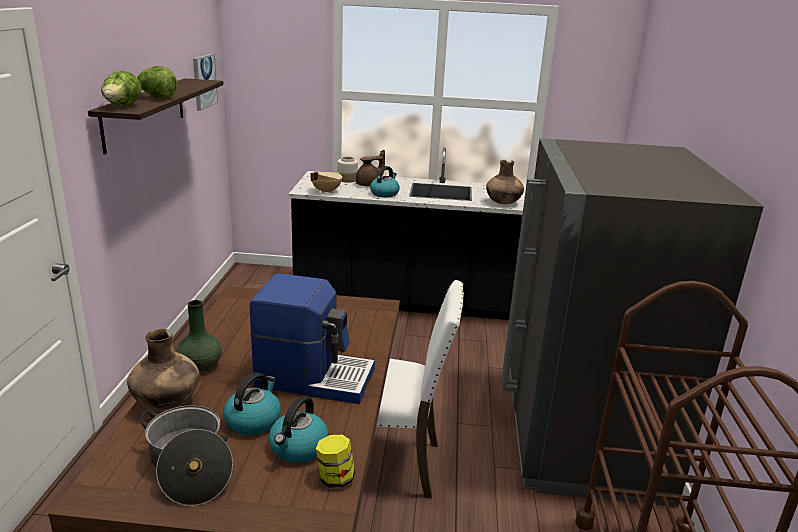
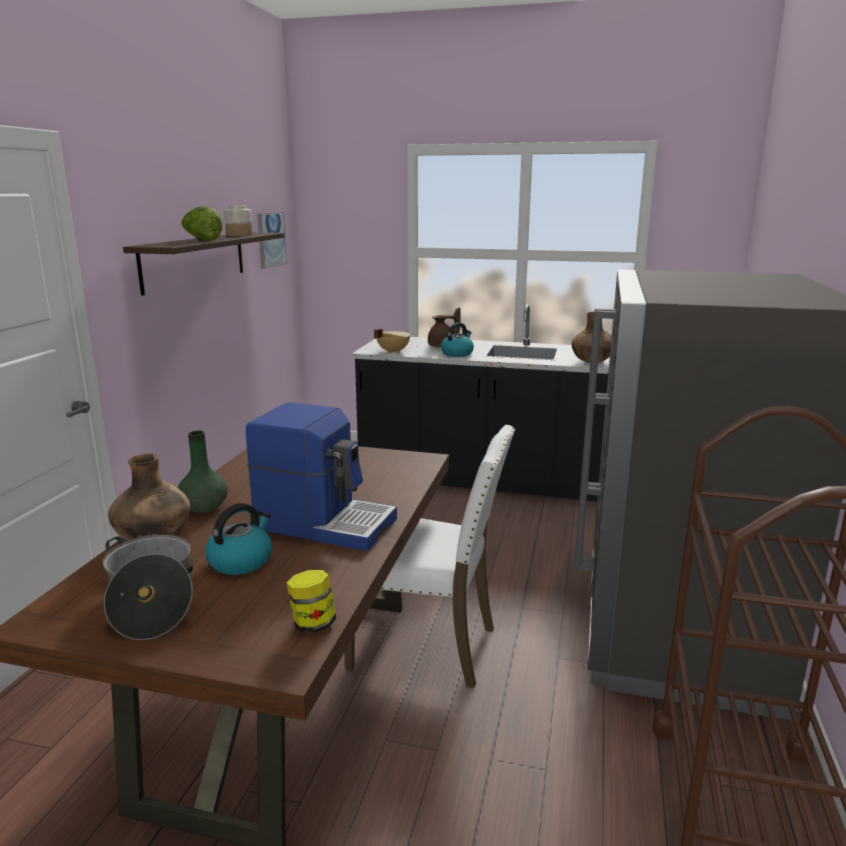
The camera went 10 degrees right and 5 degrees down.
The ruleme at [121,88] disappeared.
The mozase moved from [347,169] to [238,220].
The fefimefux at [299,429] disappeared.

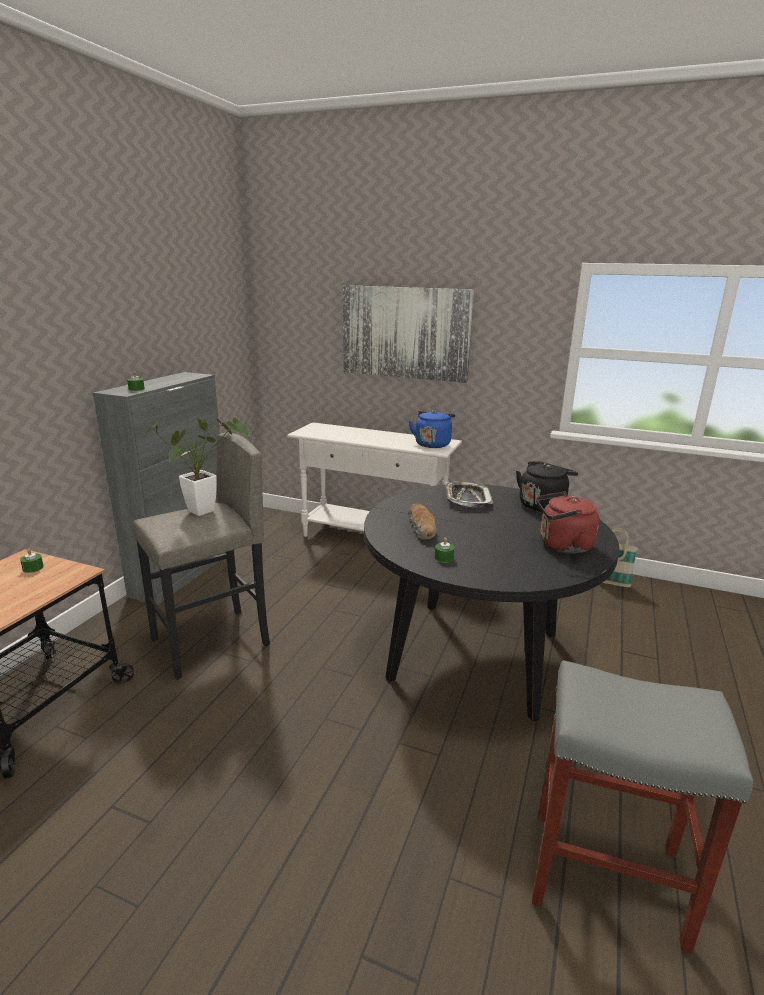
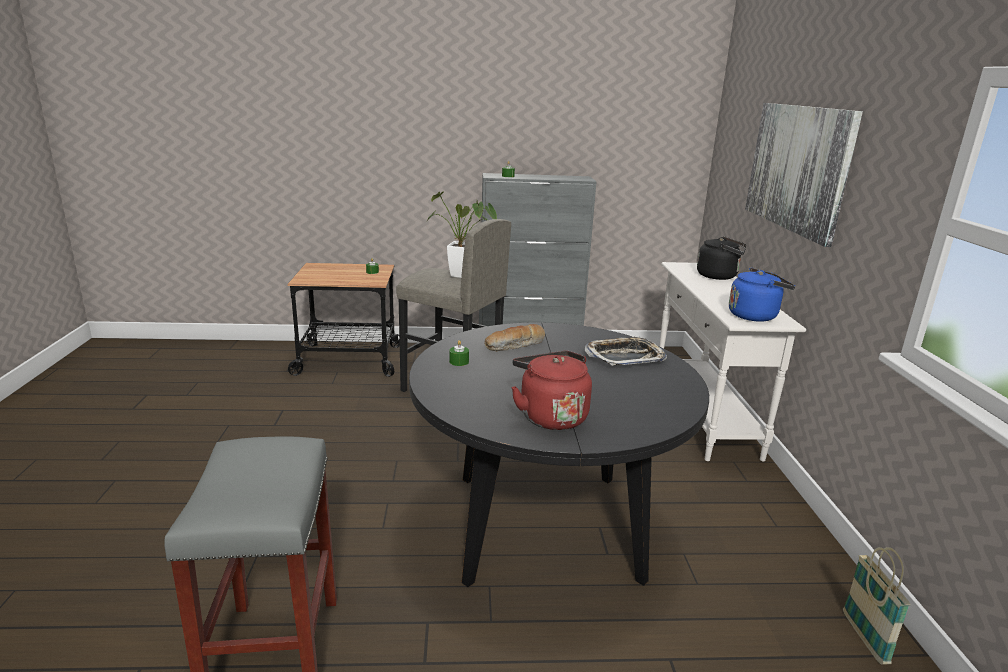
The camera went 65 degrees right and 0 degrees up.
The black_fefimefux moved from [547,486] to [721,258].

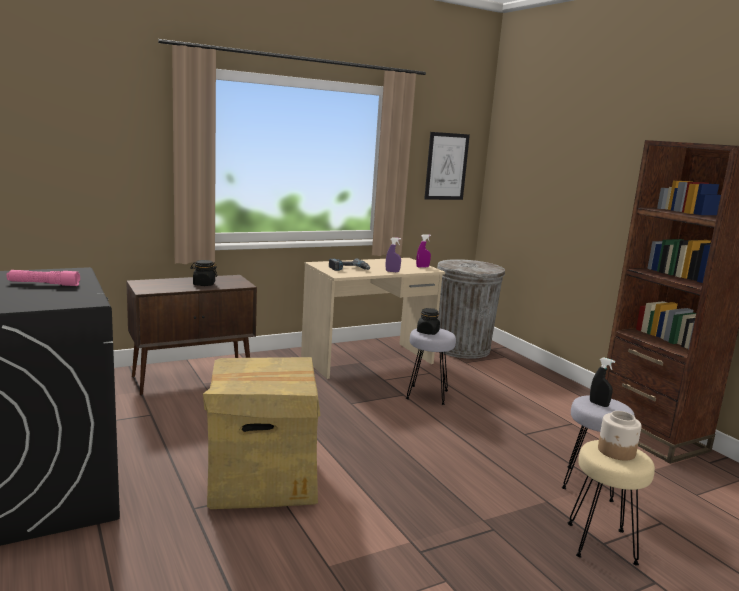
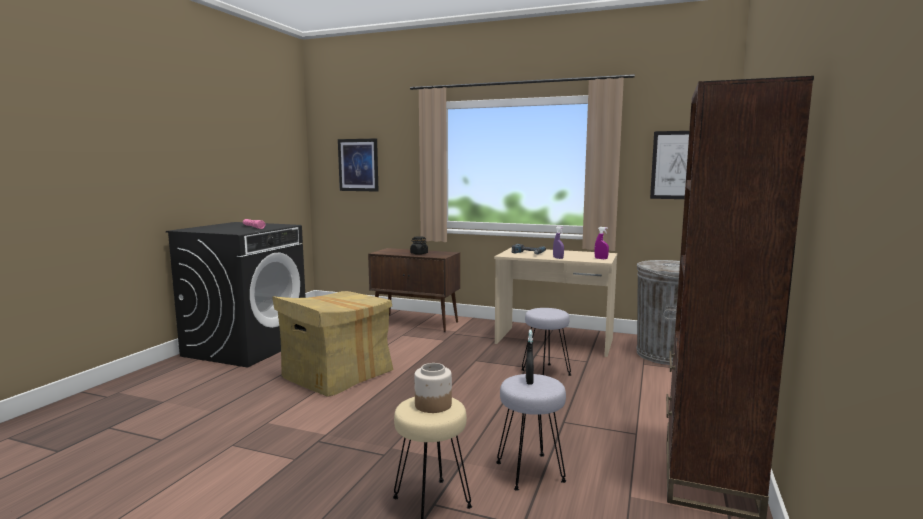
The camera went 50 degrees right and 5 degrees down.
The black_mozase at [428,321] disappeared.
The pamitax at [358,165] appeared.

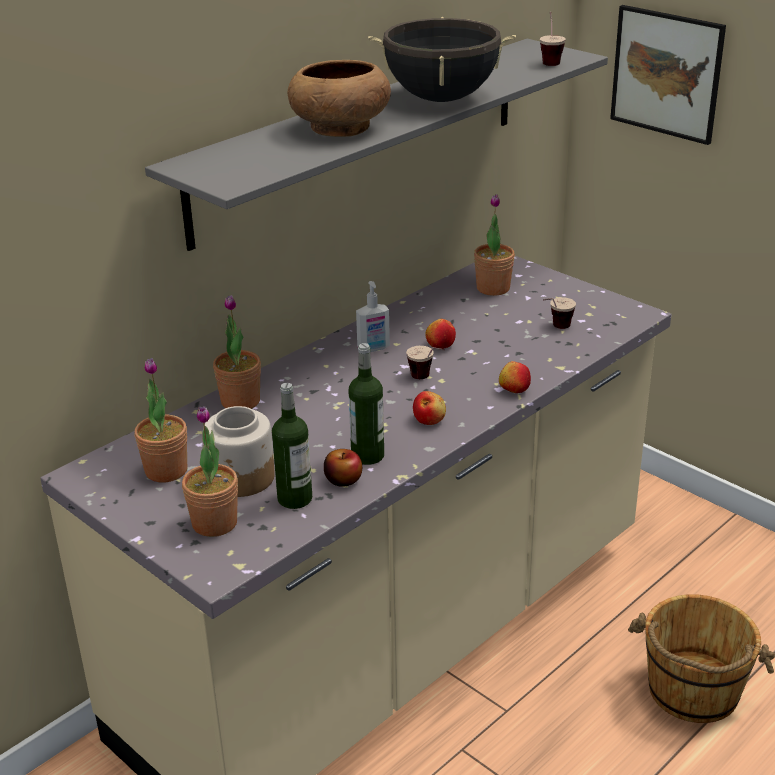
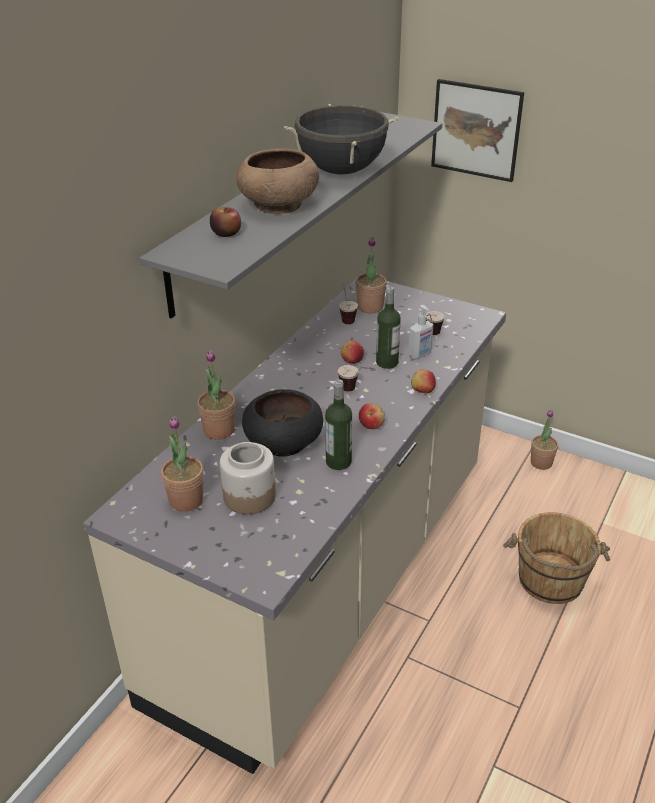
The camera went 15 degrees left and 5 degrees up.
The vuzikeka moved from [553,39] to [348,303].
The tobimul moved from [373,316] to [420,332].
The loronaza moved from [292,446] to [388,328].
The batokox moved from [210,471] to [544,440].
The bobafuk moved from [343,468] to [225,222].
The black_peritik at [282,423] appeared.

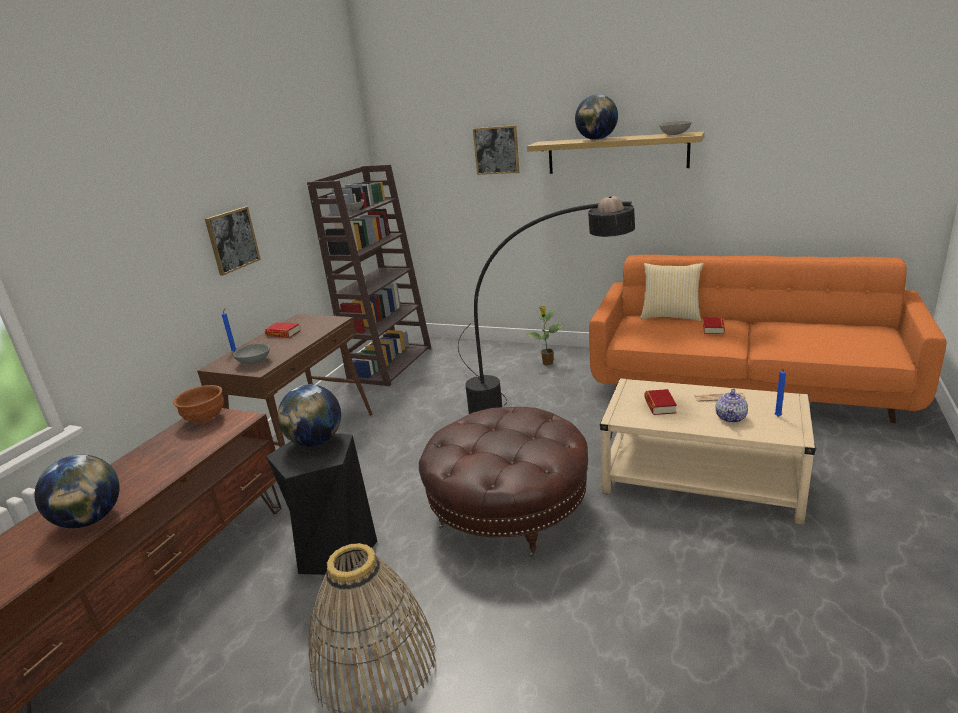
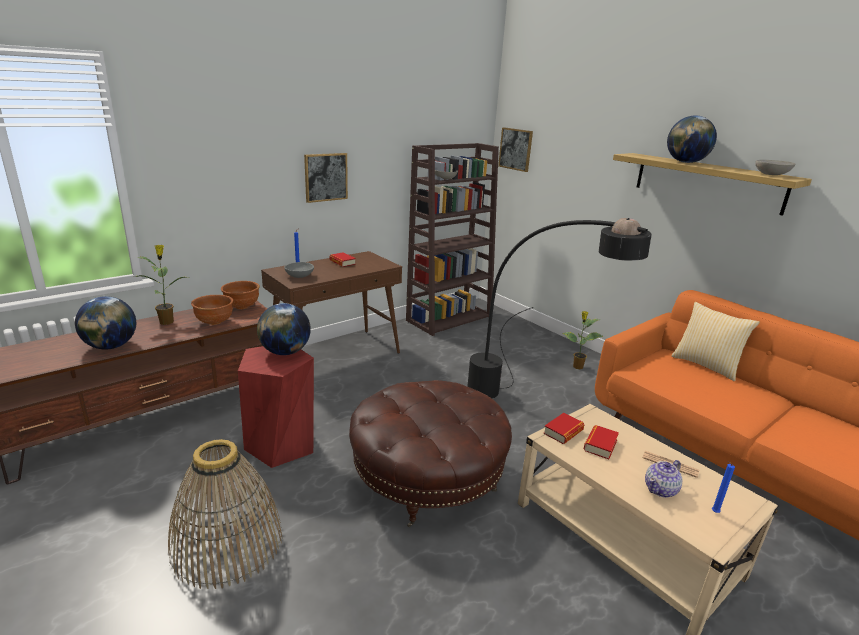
The camera went 25 degrees right and 0 degrees up.
The pamitax moved from [496,150] to [515,149].
The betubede moved from [714,325] to [564,428].
The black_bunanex at [322,504] became the red_bunanex at [276,407].
The batokox at [160,285] appeared.
The brown_peritik at [212,310] appeared.

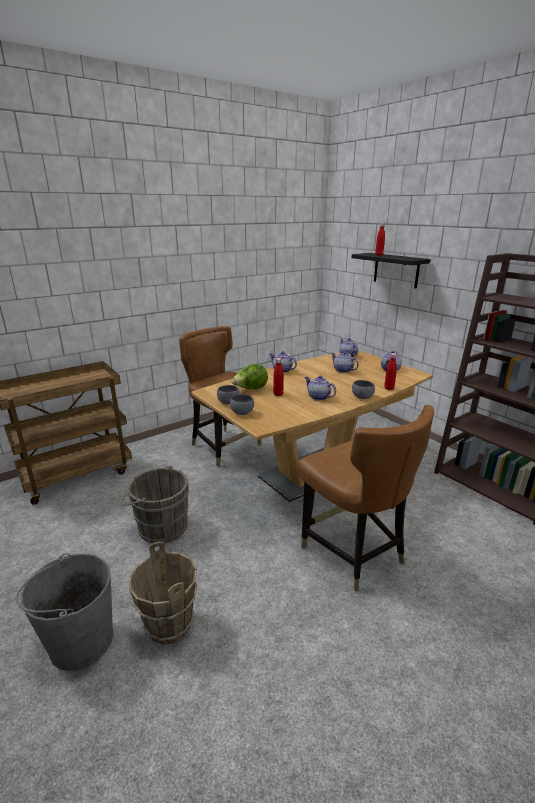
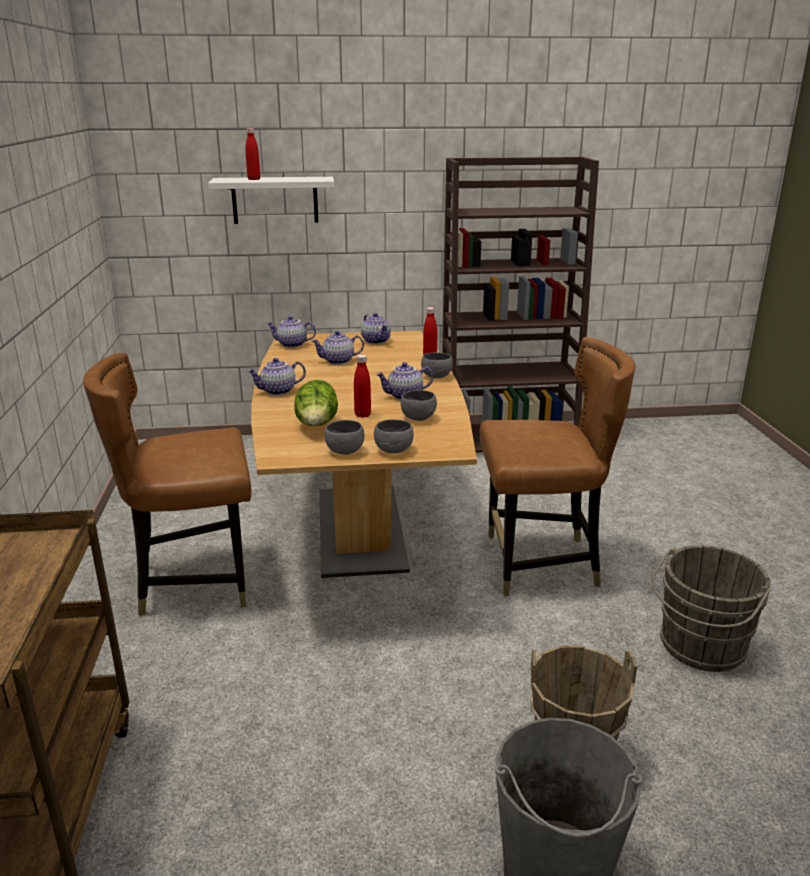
The camera went 60 degrees left and 0 degrees up.
The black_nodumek at [391,270] became the white_nodumek at [271,200].
The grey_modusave moved from [155,504] to [711,608].
The grey_peritik at [419,405] appeared.

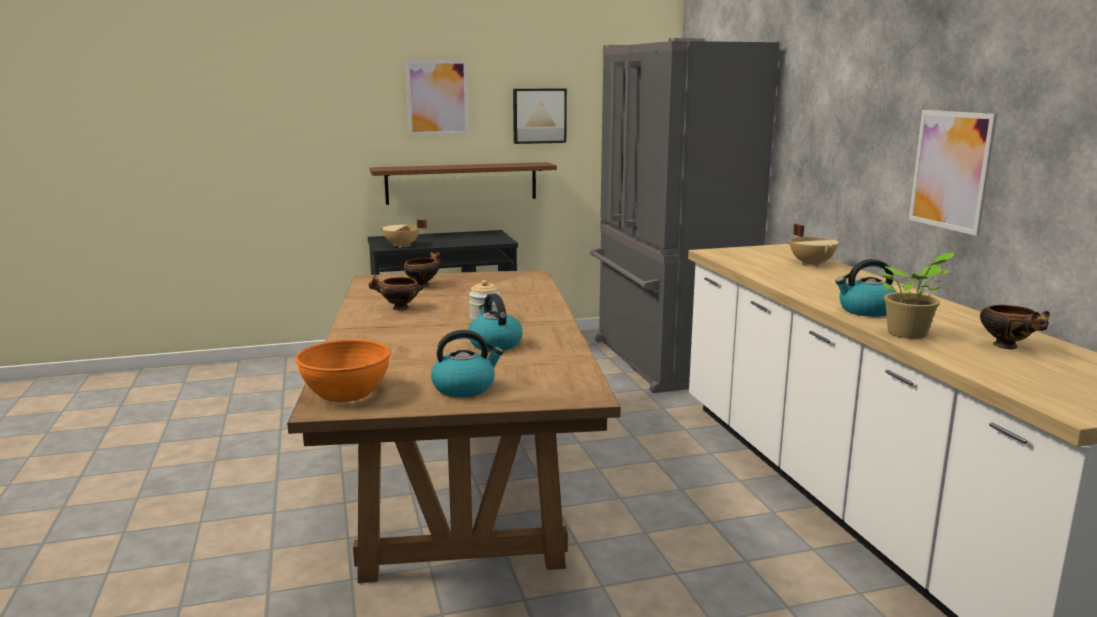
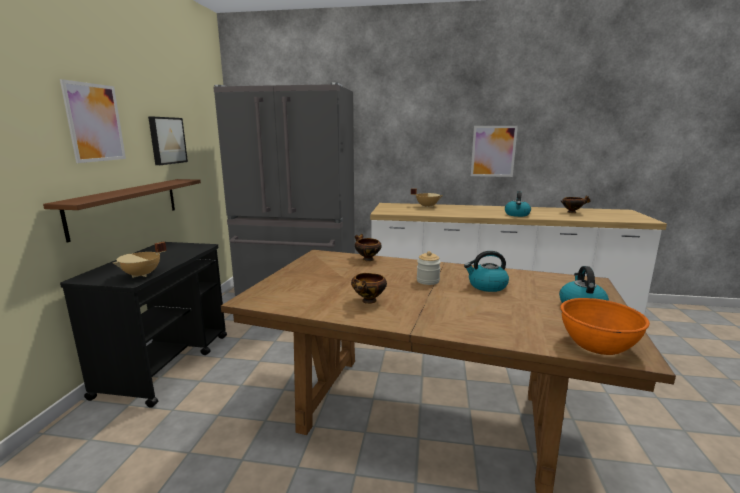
The camera went 65 degrees left and 0 degrees up.
The peritik moved from [421,269] to [368,247].
The batokox at [916,295] disappeared.

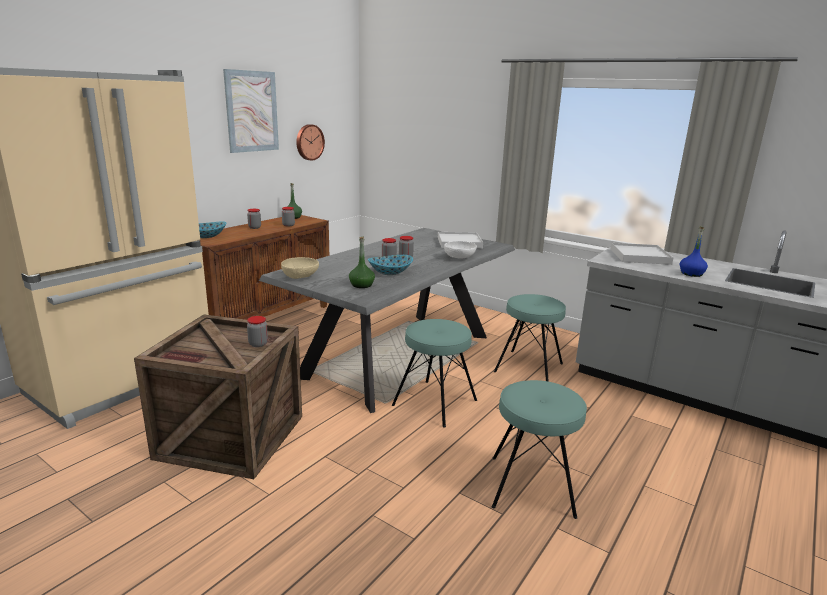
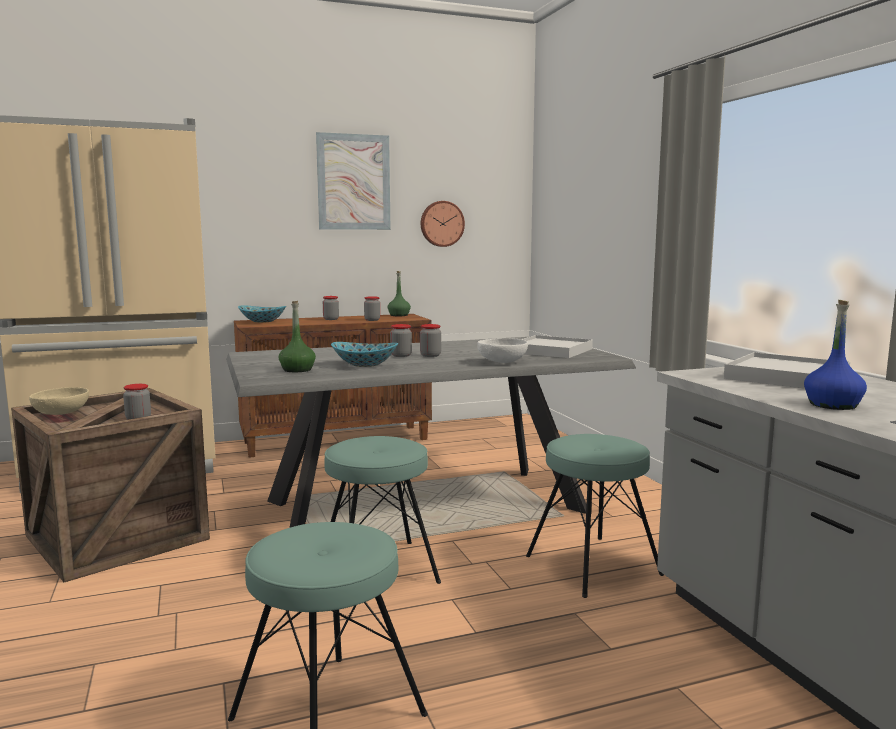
The camera went 35 degrees right and 10 degrees down.
The beige_peritik moved from [300,268] to [59,401].

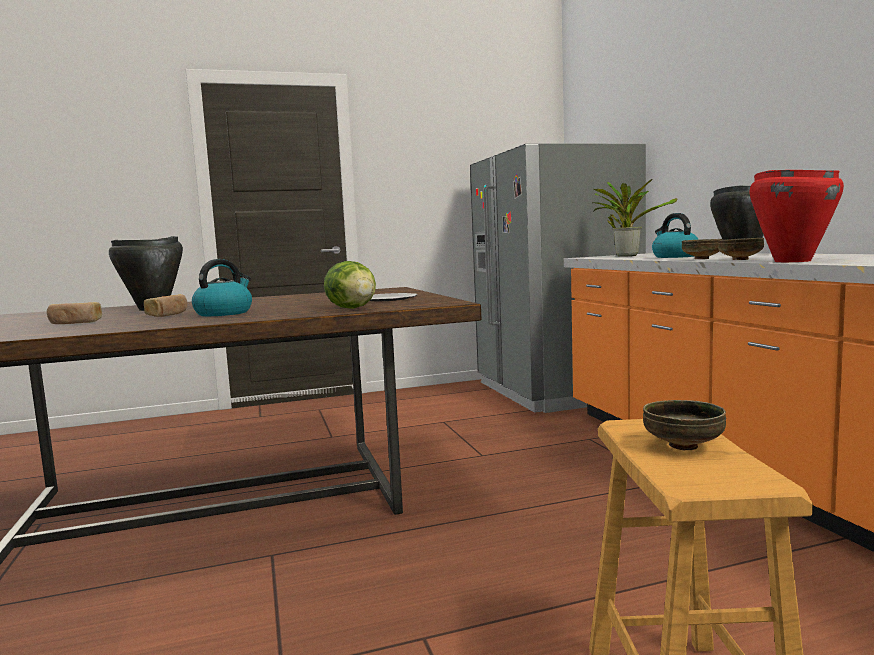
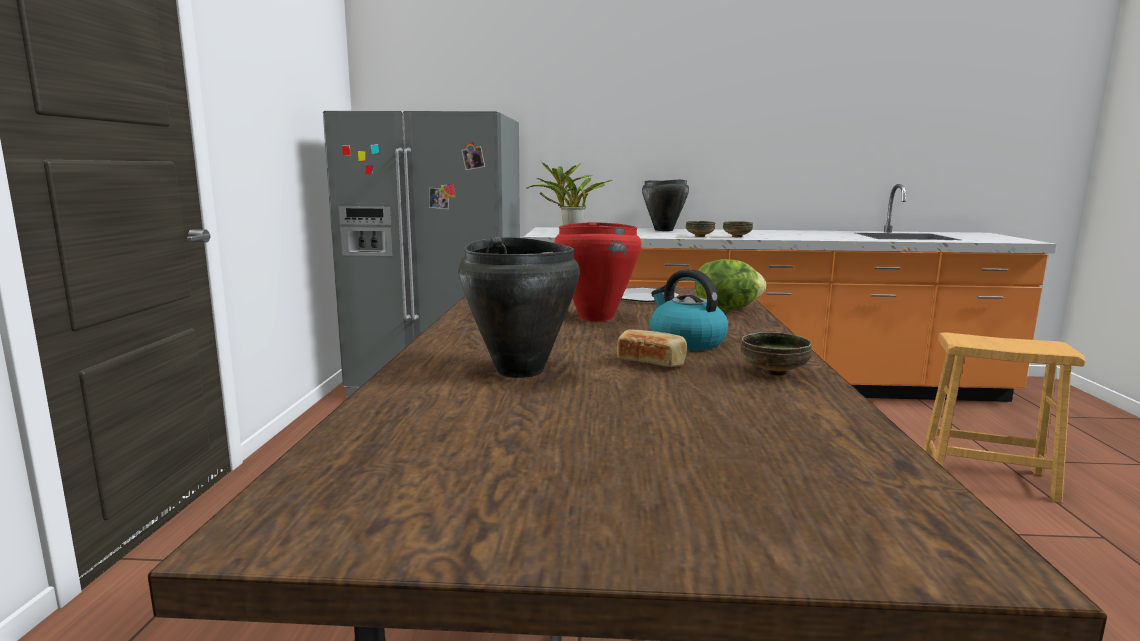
The camera went 70 degrees left and 5 degrees up.
The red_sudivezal moved from [797,216] to [597,271].
The fefimefux at [675,235] disappeared.
The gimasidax at [74,313] disappeared.
The peritik moved from [684,425] to [776,354].

